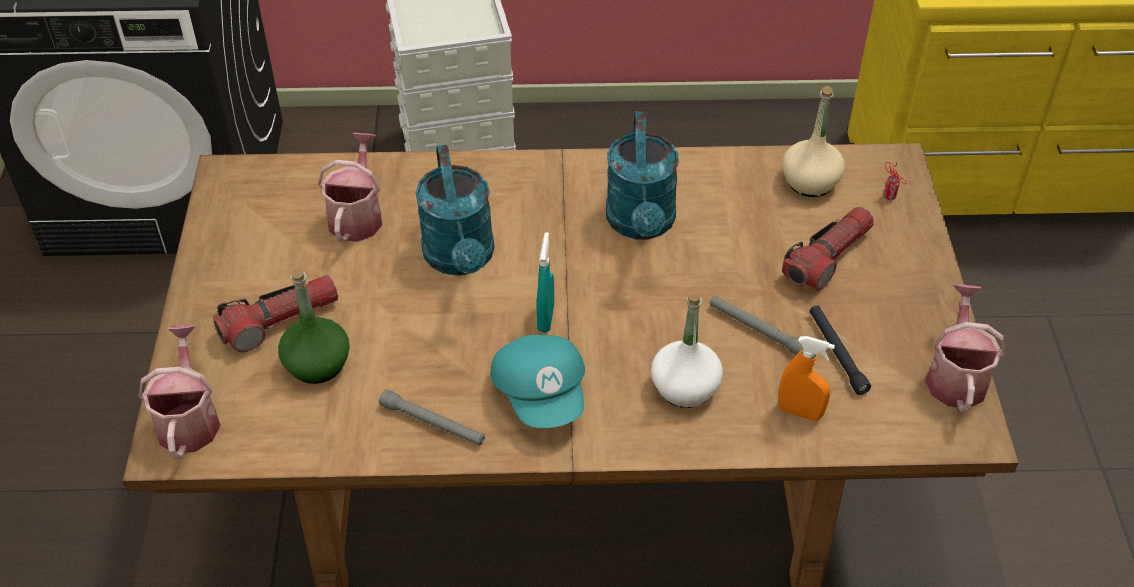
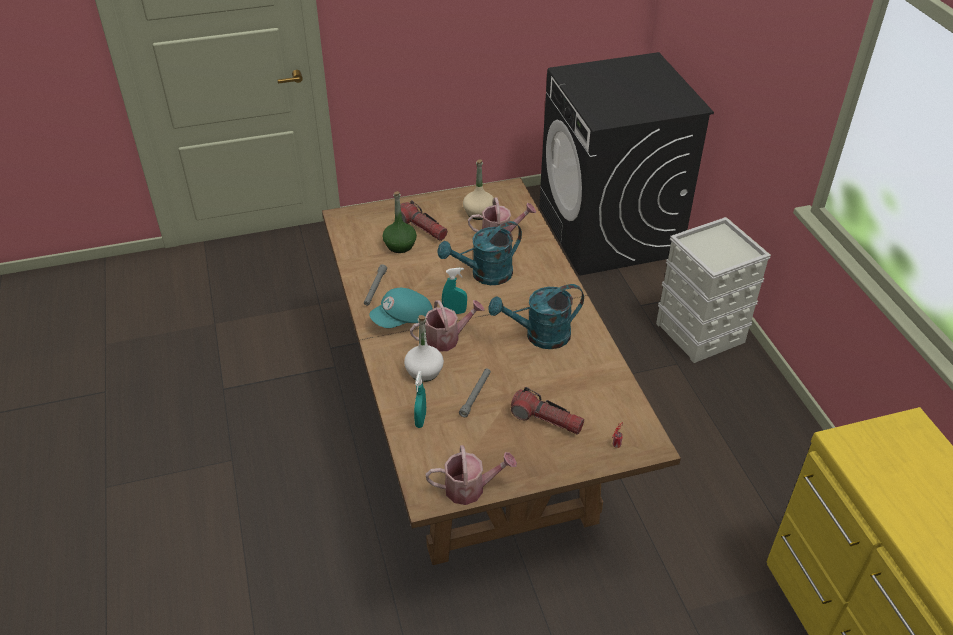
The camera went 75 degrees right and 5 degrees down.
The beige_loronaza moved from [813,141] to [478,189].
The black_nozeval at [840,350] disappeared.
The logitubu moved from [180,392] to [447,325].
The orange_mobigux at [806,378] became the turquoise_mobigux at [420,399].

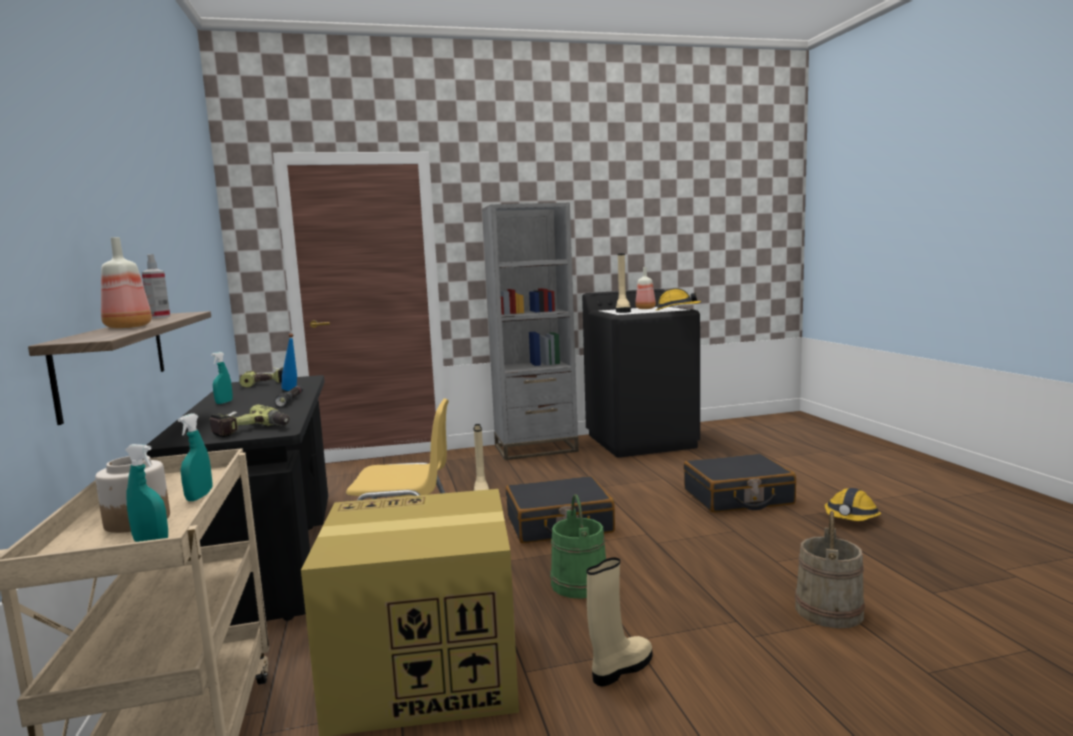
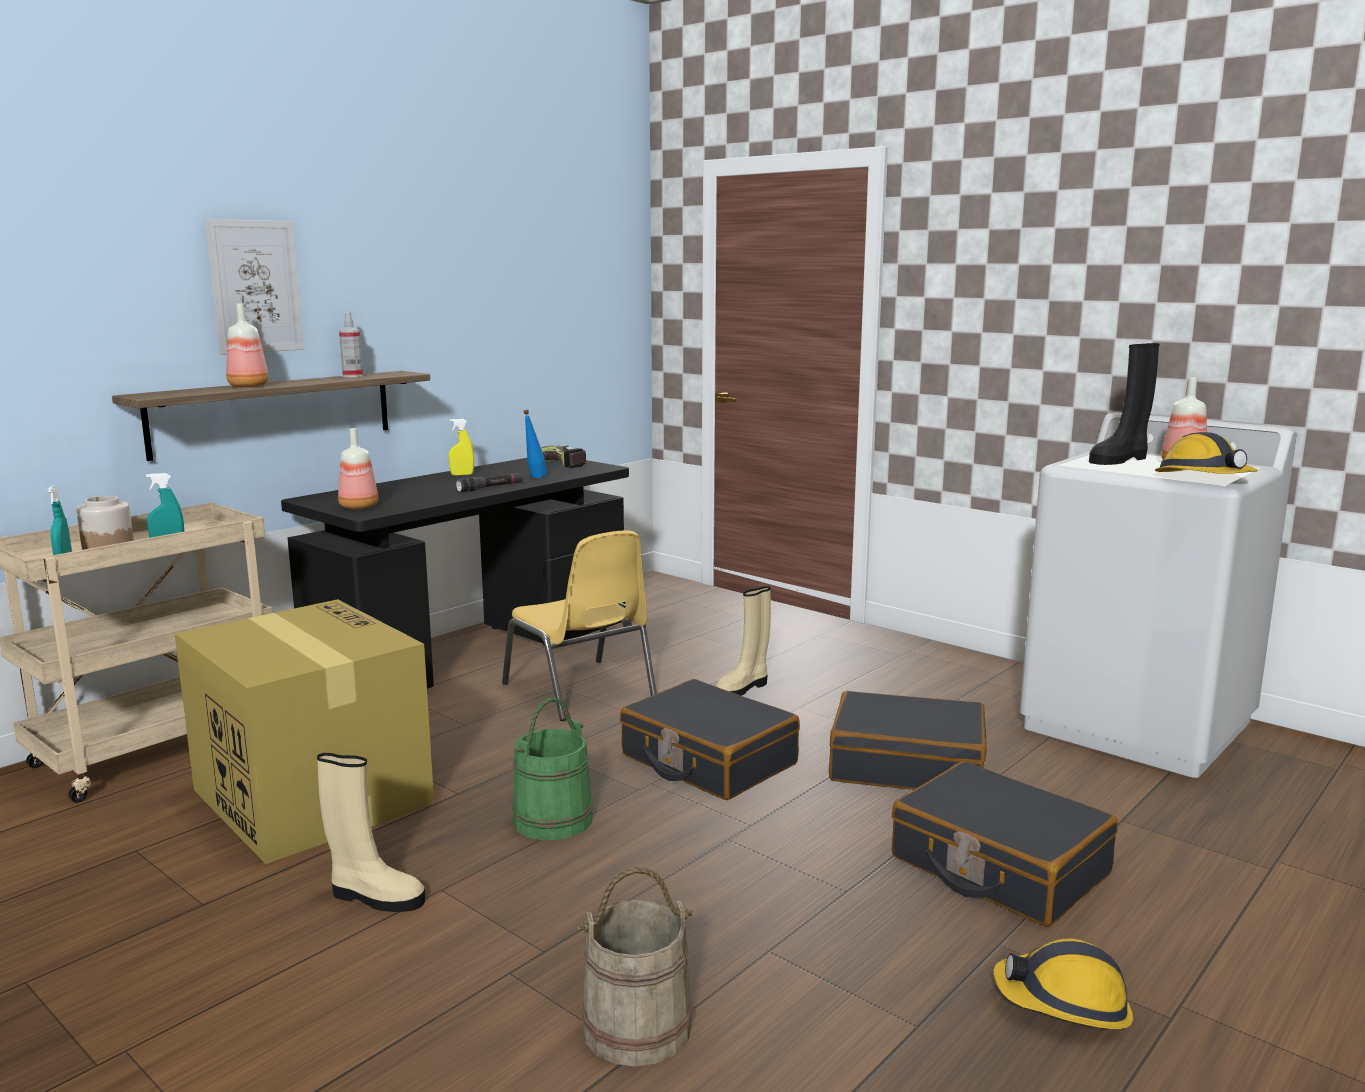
The camera went 55 degrees right and 5 degrees up.
The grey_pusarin at [530,331] disappeared.
The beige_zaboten at [623,283] became the black_zaboten at [1124,404].
The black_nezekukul at [641,373] became the white_nezekukul at [1158,595].
The turquoise_mobigux at [222,378] became the yellow_mobigux at [461,447].
The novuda at [249,421] was replaced by the loronaza at [358,468].
The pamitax at [254,287] appeared.
The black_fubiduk at [908,740] appeared.

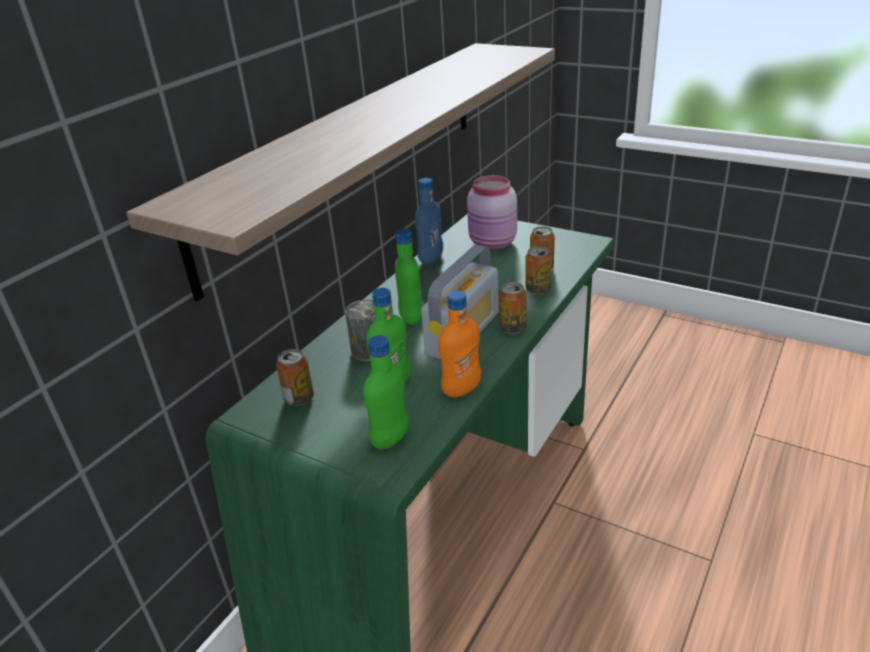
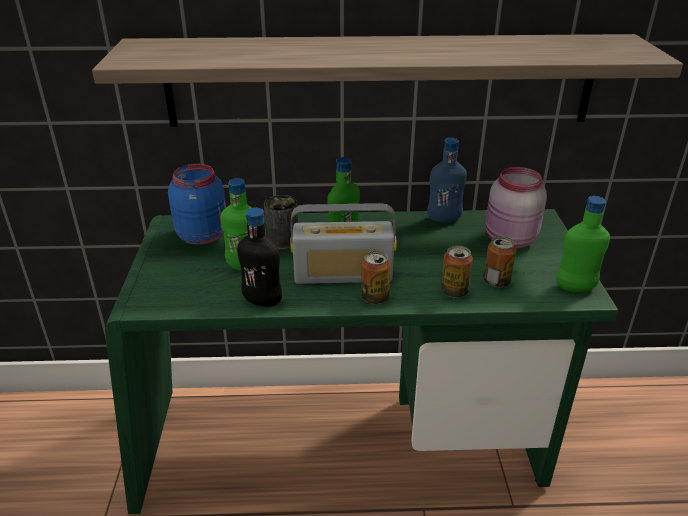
The camera went 55 degrees right and 0 degrees up.
The orange_loronaza at [459,344] became the black_loronaza at [259,257].
The green_loronaza moved from [386,392] to [583,244].
The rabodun at [295,377] was replaced by the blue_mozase at [197,204].

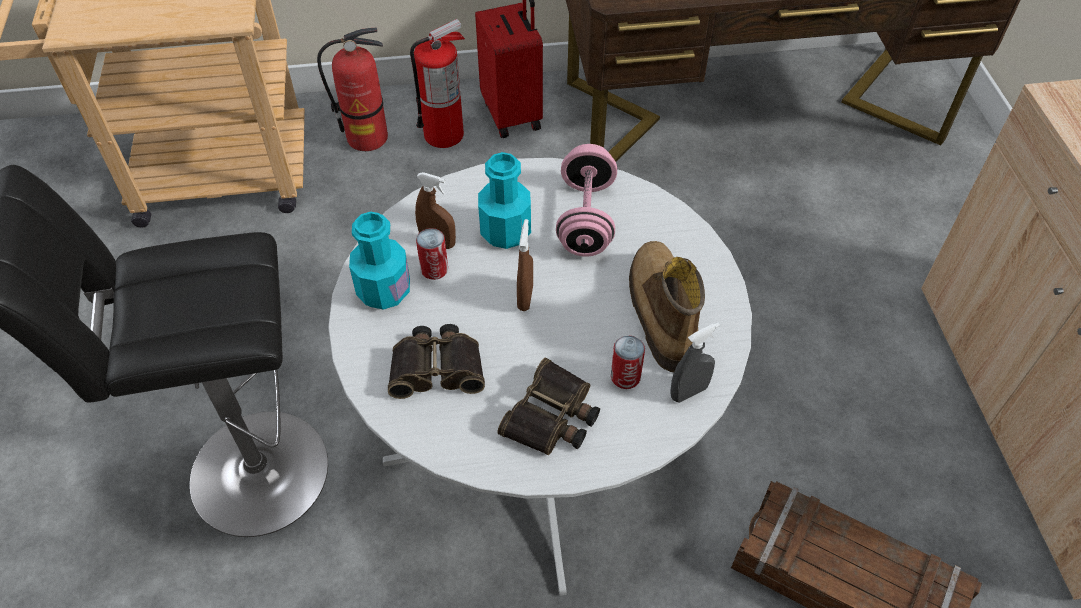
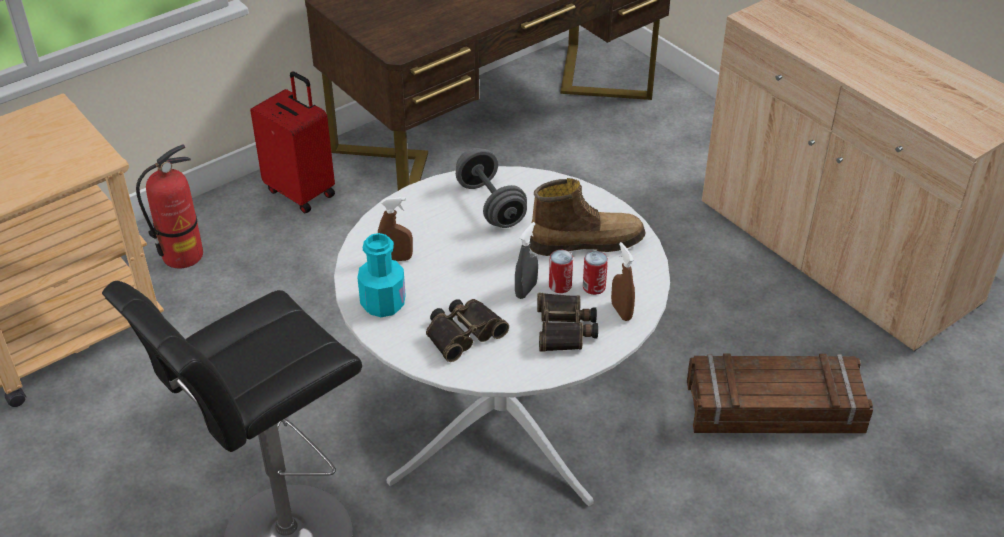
The camera went 30 degrees left and 10 degrees down.
The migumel at [437,83] disappeared.
The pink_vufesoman at [586,200] became the grey_vufesoman at [491,188].
The turquoise_loronaza at [504,200] disappeared.
The brown_mobigux moved from [525,265] to [623,281].
The rabodun moved from [432,254] to [561,271].
The zaboten at [667,306] turned 120 degrees clockwise.
The grey_mobigux moved from [695,362] to [526,260].

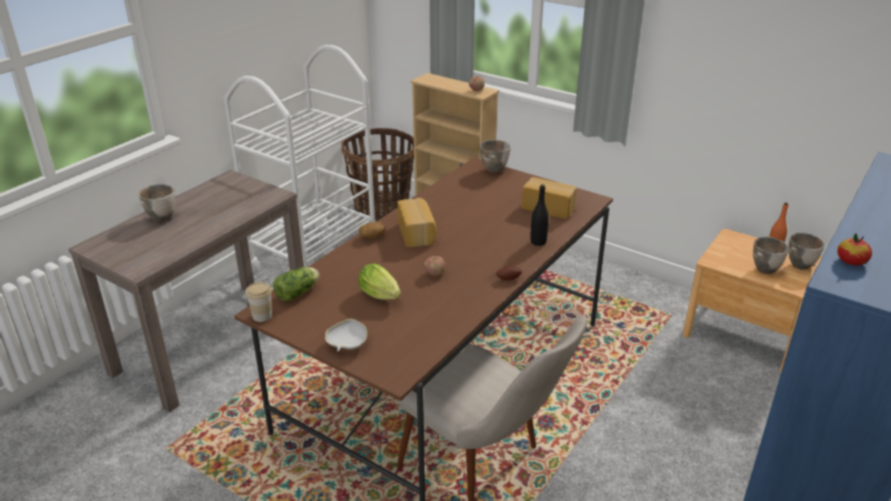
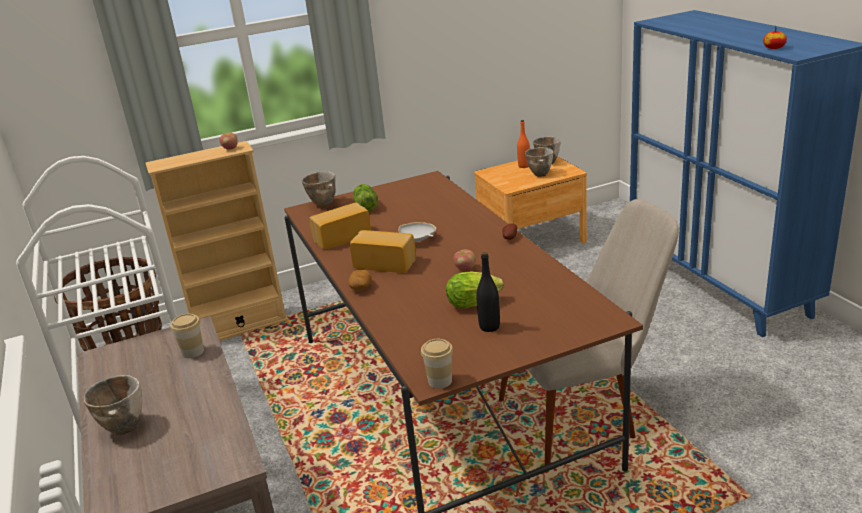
The camera went 55 degrees left and 5 degrees down.
The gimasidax moved from [549,198] to [340,225].
The black_loronaza moved from [540,215] to [488,292].
The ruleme moved from [296,284] to [365,198].
The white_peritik moved from [346,335] to [417,232].
The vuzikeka at [187,336] appeared.

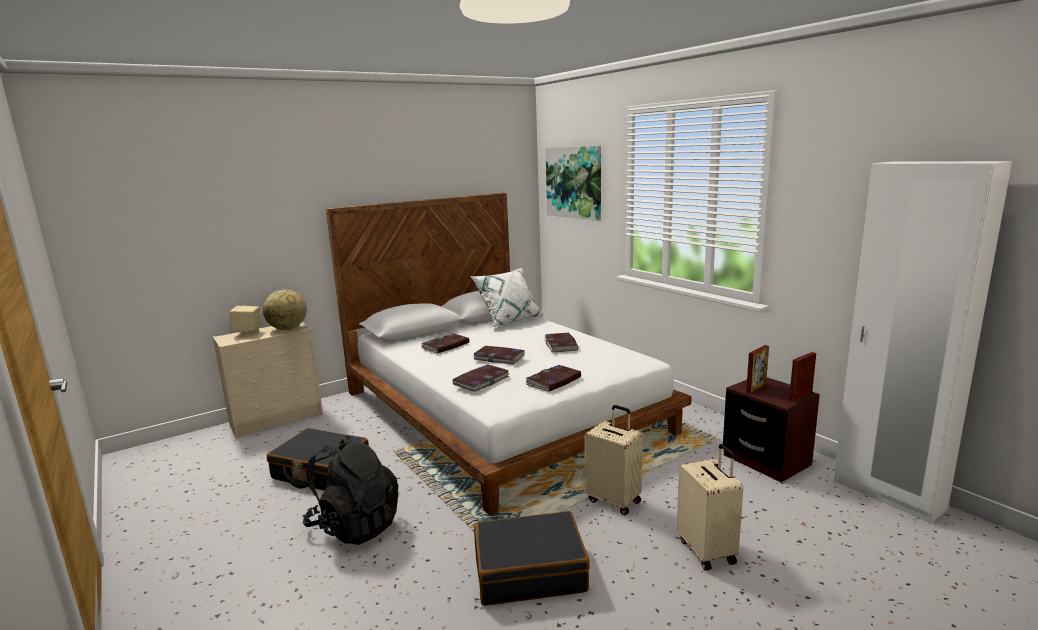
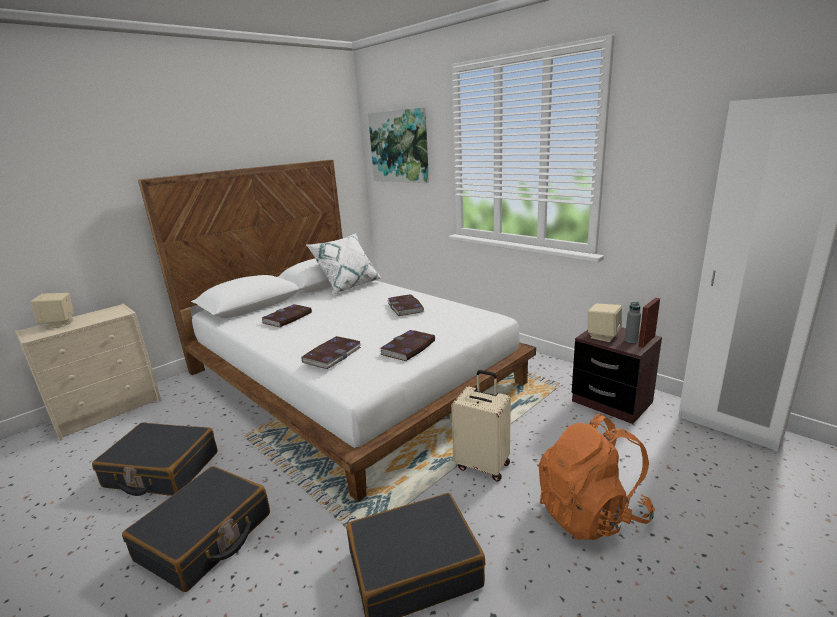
The camera went 10 degrees left and 5 degrees up.
The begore at [285,310] disappeared.
The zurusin at [757,369] was replaced by the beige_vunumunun at [605,323].
The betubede at [499,355] disappeared.
The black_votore at [351,490] was replaced by the black_fubiduk at [196,529].
The beige_fubiduk at [710,507] was replaced by the orange_votore at [597,477].
The grey_loronaza at [633,322] appeared.

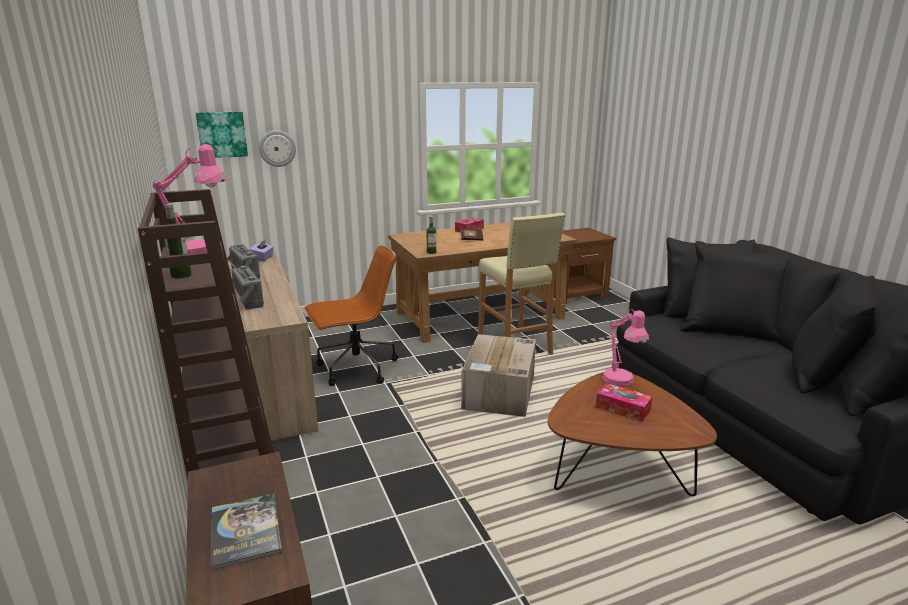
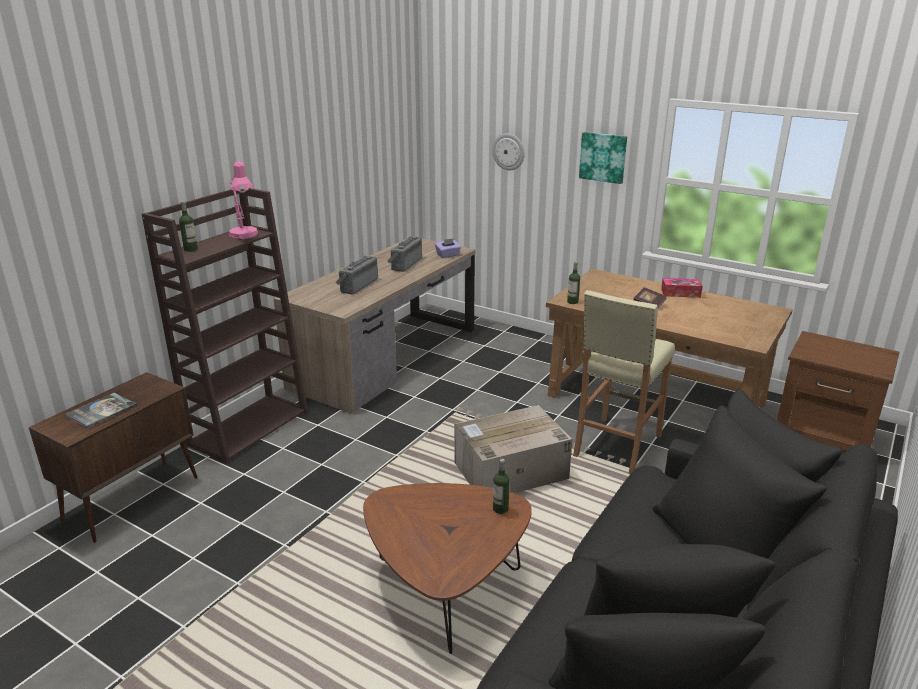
The camera went 55 degrees right and 5 degrees up.
The pamitax moved from [222,135] to [603,158].
The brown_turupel at [351,315] disappeared.
The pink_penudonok at [625,348] was replaced by the loronaza at [501,486].
The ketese at [624,402] disappeared.

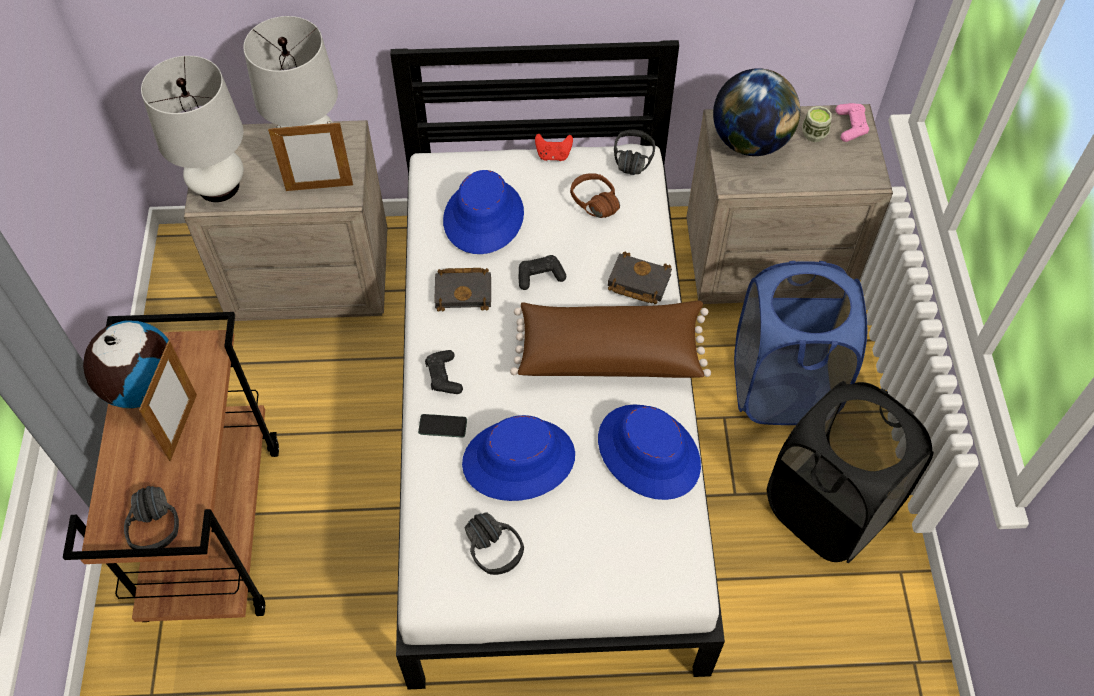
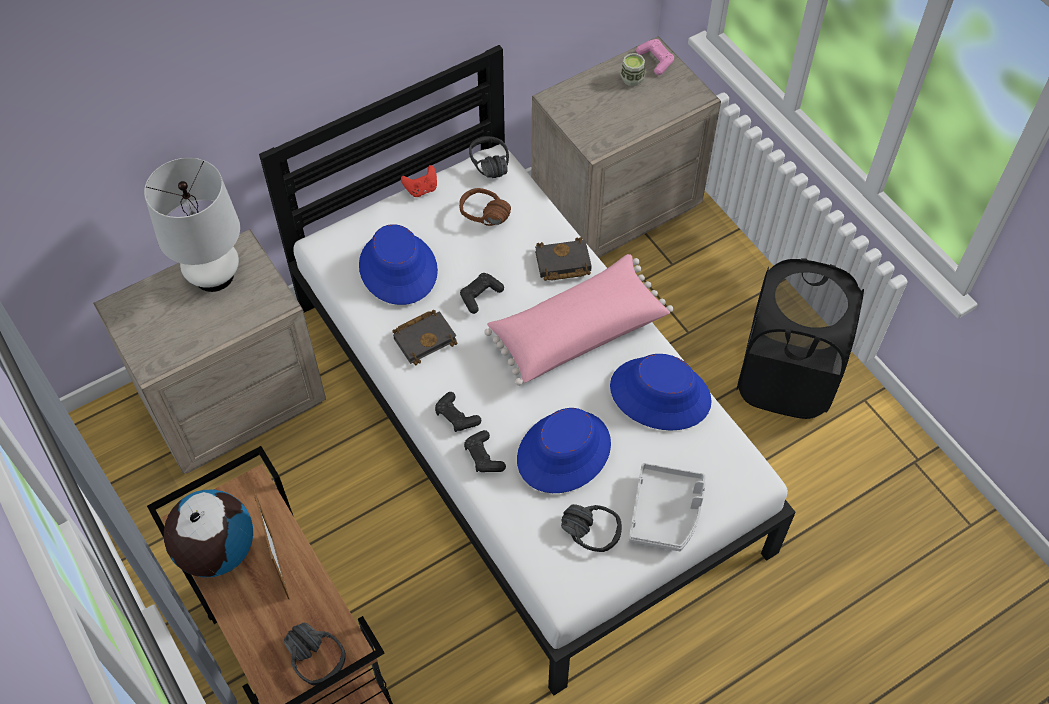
The camera went 30 degrees left and 0 degrees up.
The white_penudonok at [192,129] disappeared.
The begore at [756,112] disappeared.
The zurusin at [310,156] disappeared.
The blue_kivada at [800,343] disappeared.
The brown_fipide at [610,339] became the pink_fipide at [578,320].
The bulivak at [442,426] was replaced by the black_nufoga at [485,451].
The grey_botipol at [667,507] appeared.

